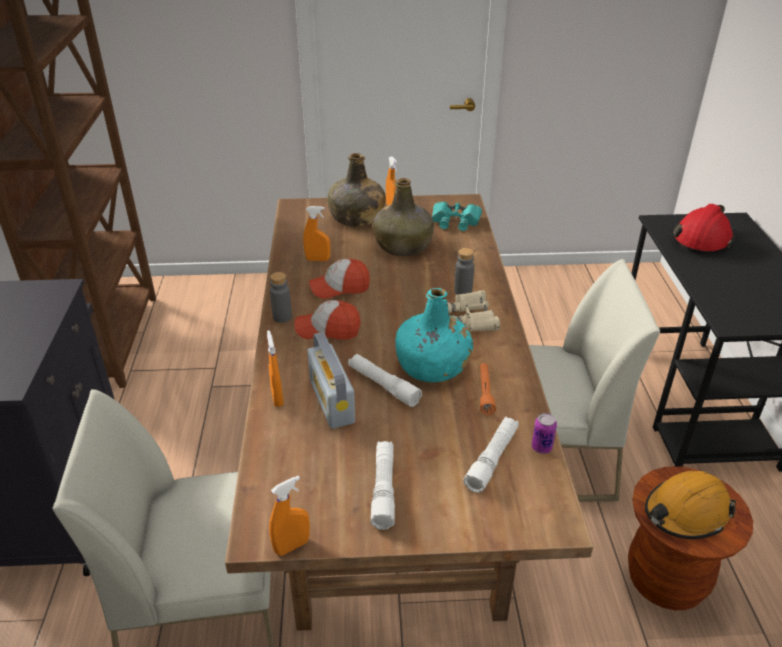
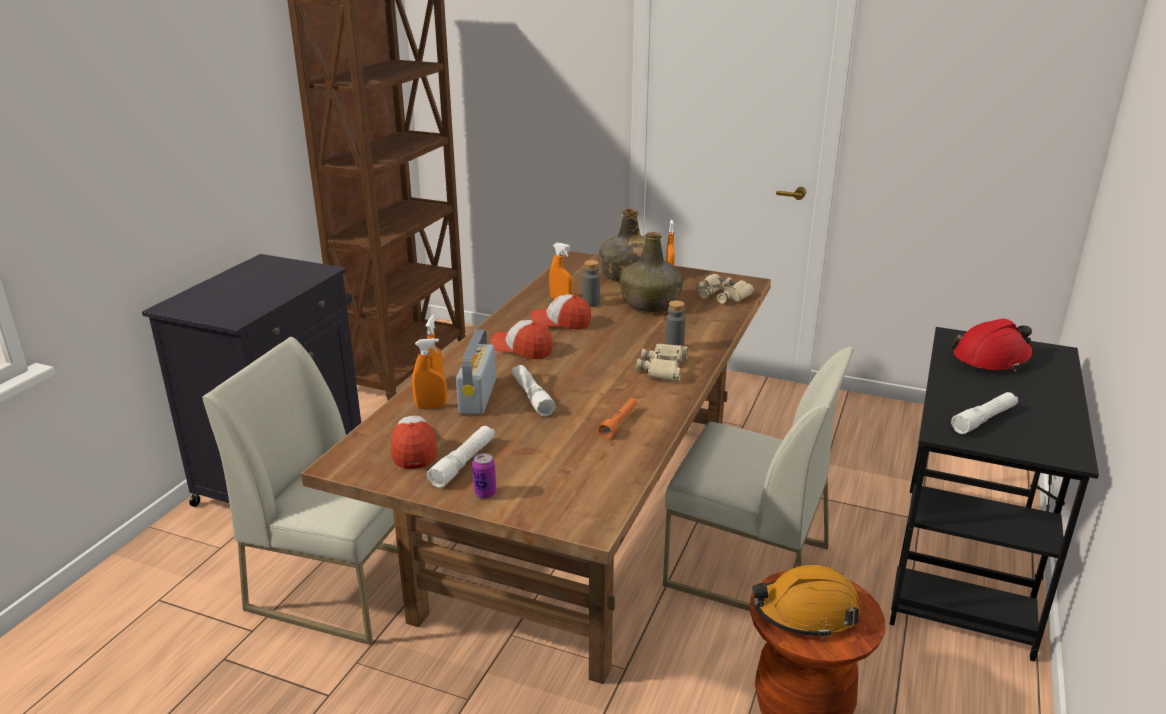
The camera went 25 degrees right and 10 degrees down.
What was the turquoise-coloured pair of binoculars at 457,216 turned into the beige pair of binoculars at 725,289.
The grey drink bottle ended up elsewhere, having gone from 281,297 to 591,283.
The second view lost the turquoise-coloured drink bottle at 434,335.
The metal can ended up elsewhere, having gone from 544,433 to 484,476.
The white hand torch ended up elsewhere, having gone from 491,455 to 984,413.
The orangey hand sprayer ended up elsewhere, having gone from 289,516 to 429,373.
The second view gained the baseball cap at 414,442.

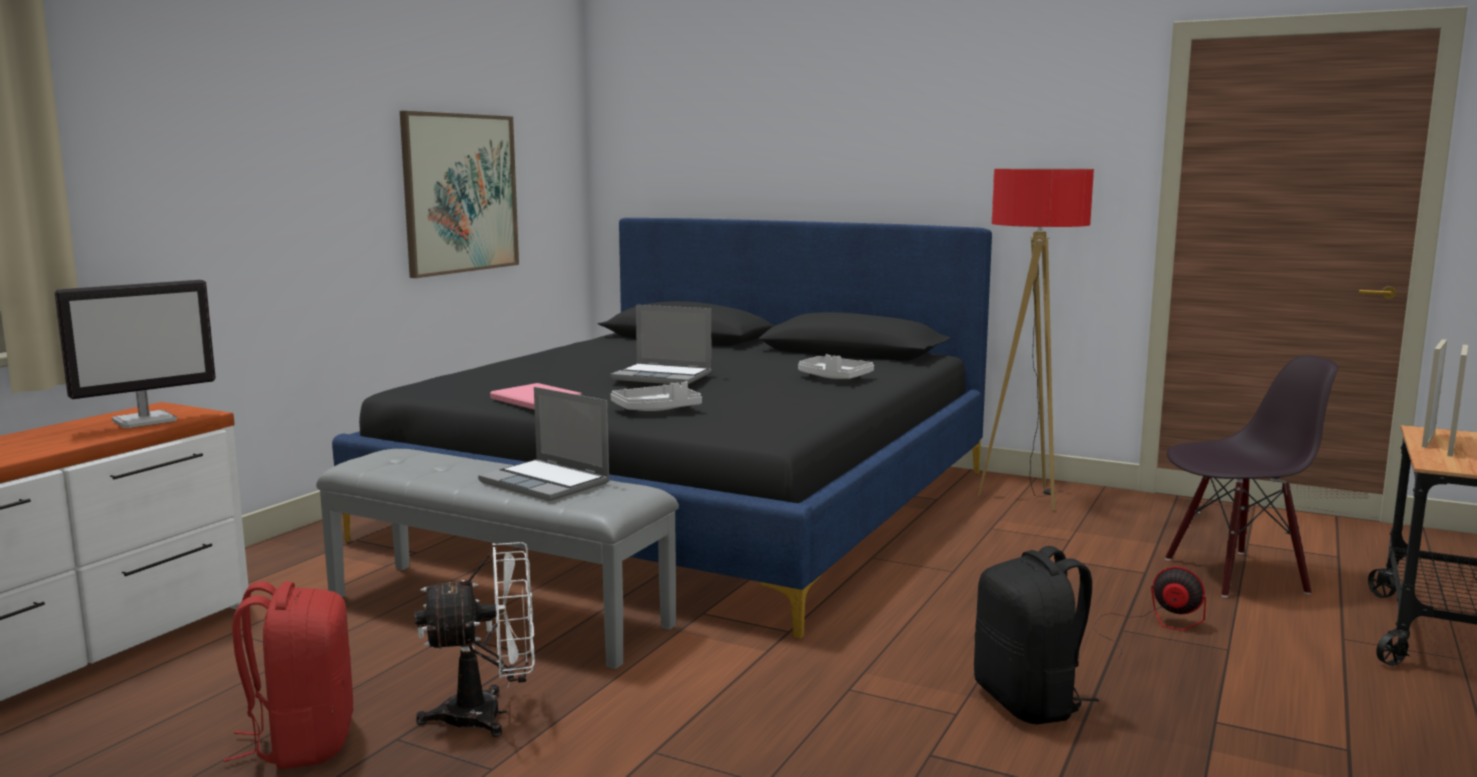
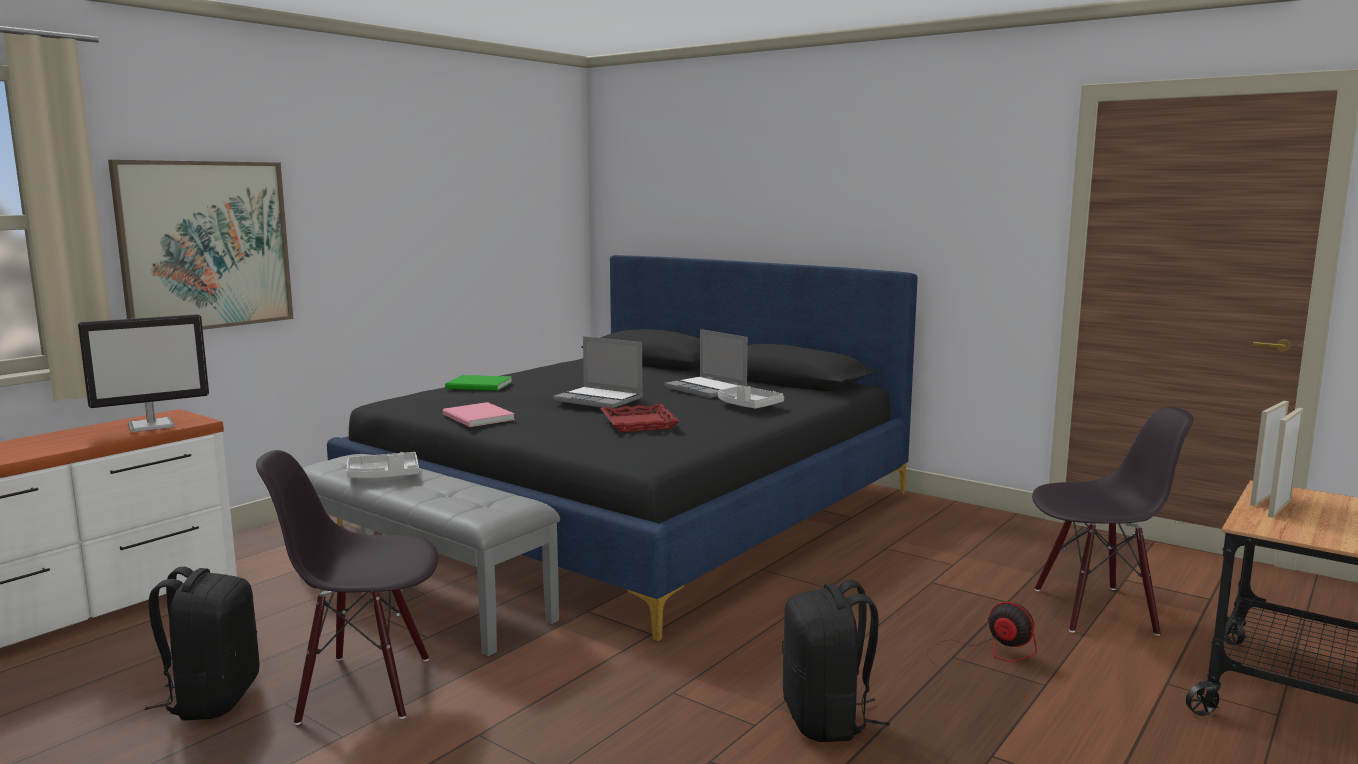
The camera went 10 degrees right and 0 degrees up.
The wall art ended up elsewhere, having gone from 459,194 to 200,245.
The second view lost the standing lamp at 1036,340.
The grey carrying tray ended up elsewhere, having gone from 656,396 to 383,465.
The portable computer ended up elsewhere, having gone from 544,444 to 706,363.
Where the white electric fan stood at 475,639, the blackish upright chair came to stand at 347,587.
What was the reddish backpack at 288,675 turned into the blackish backpack at 202,643.
The second view gained the green volume at 478,383.
The second view gained the reddish carrying tray at 640,418.

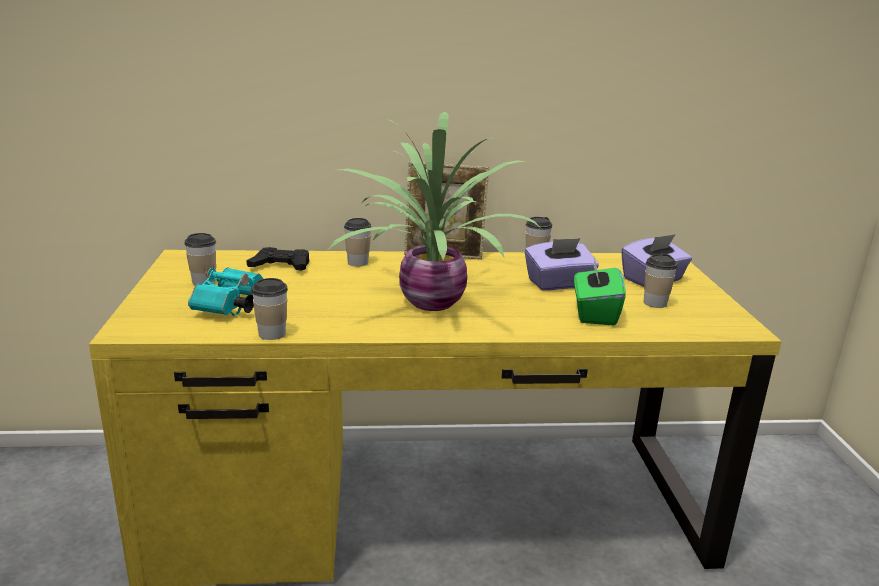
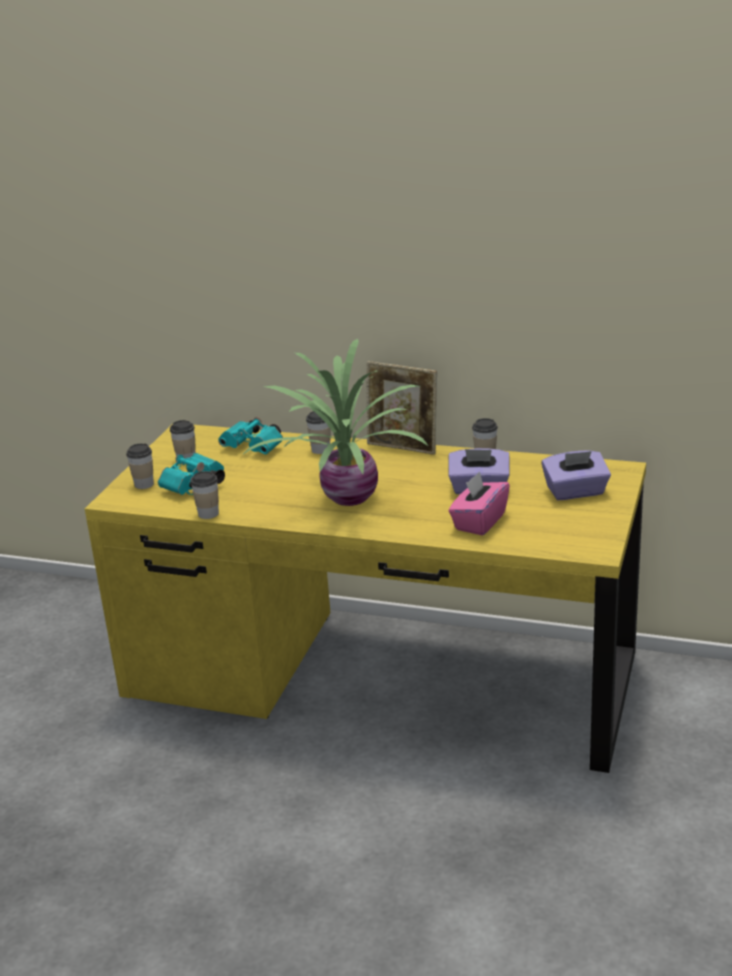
The camera went 25 degrees right and 5 degrees up.
Where the blackish gamepad stood at 277,259, the turquoise-coloured pair of binoculars came to stand at 250,435.
The cup ended up elsewhere, having gone from 661,280 to 140,466.
What was the green box of tissues at 600,291 turned into the pink box of tissues at 479,503.

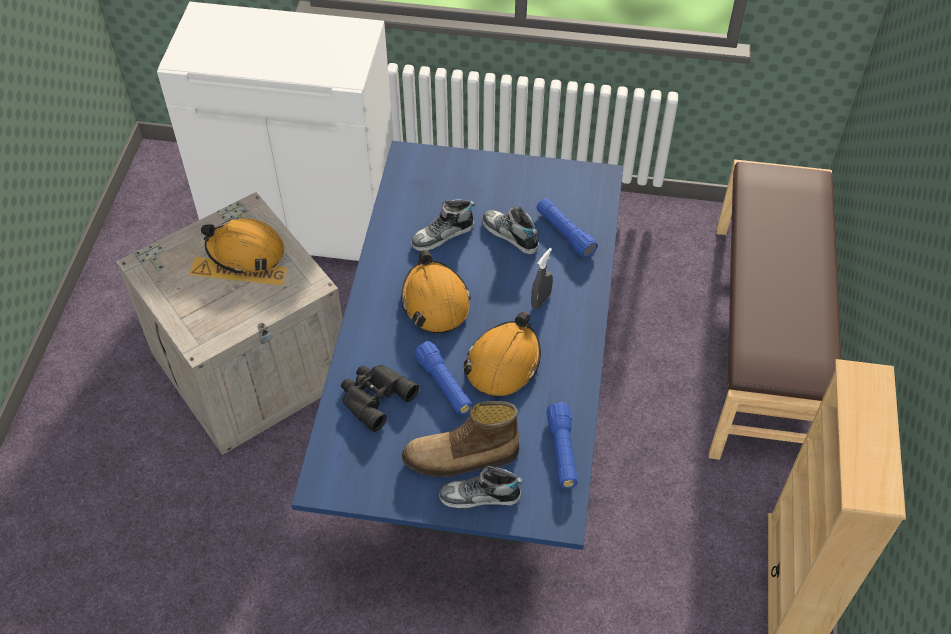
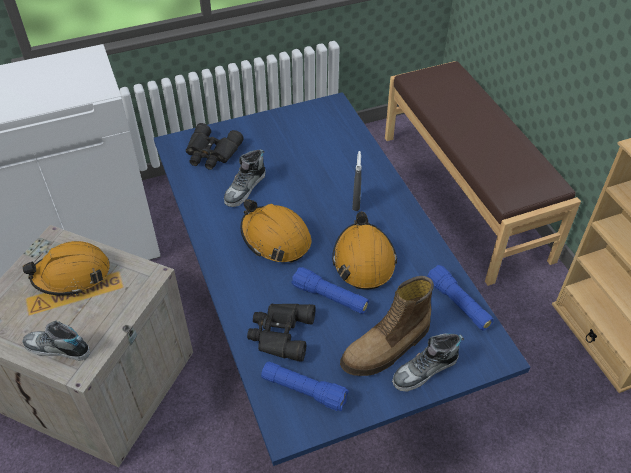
The camera went 30 degrees left and 5 degrees down.
The blue-coloured hand torch ended up elsewhere, having gone from 567,228 to 305,386.
The shoe ended up elsewhere, having gone from 510,231 to 56,341.
The second view gained the blackish pair of binoculars at 214,146.

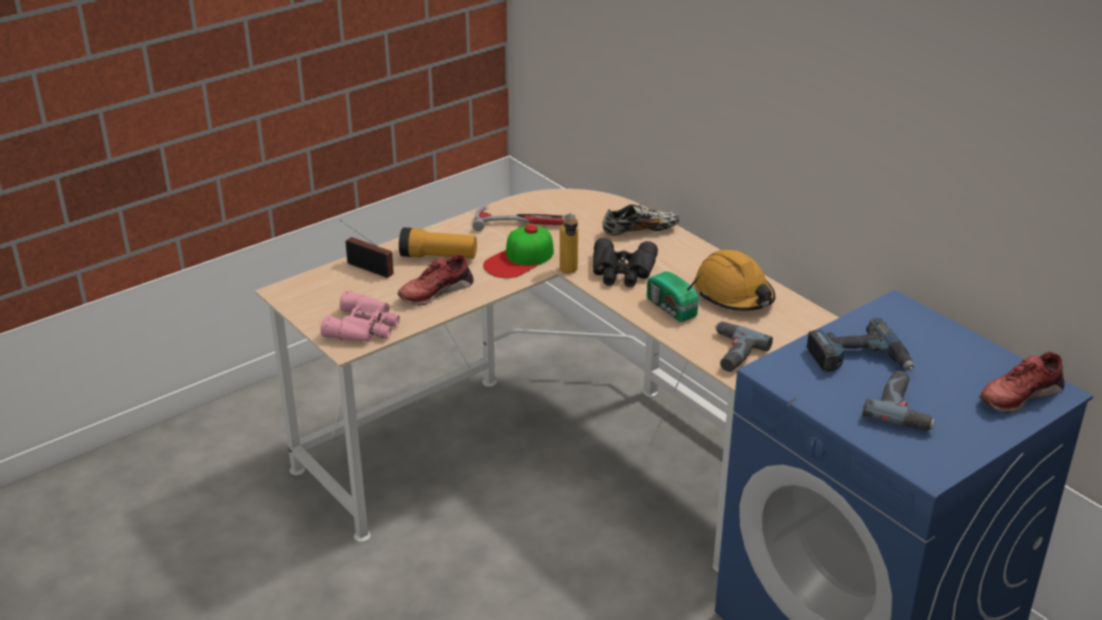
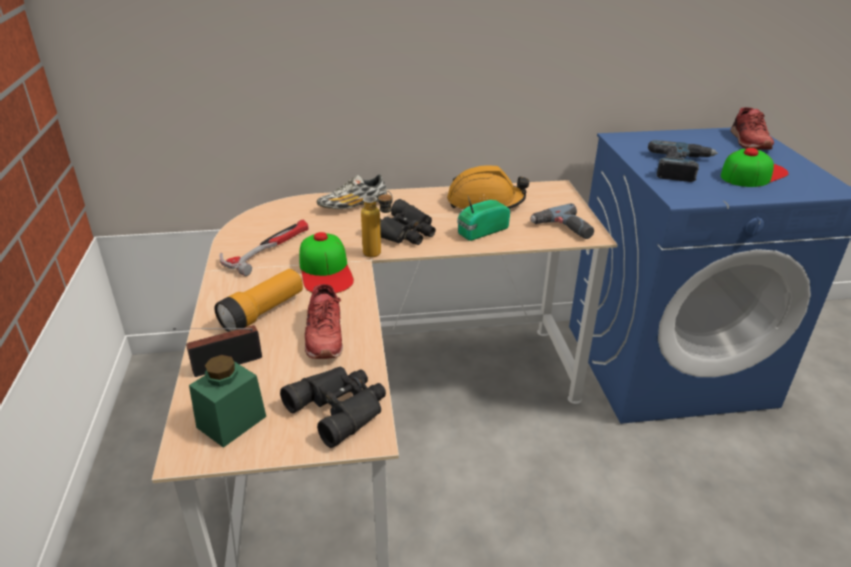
The camera went 60 degrees left and 0 degrees up.
The shoe at 641,220 ended up facing another way, 135 degrees counterclockwise from before.
The radio receiver at 676,296 ended up facing another way, 150 degrees clockwise from before.
What was the pink pair of binoculars at 360,316 turned into the blackish pair of binoculars at 333,407.
Where the drill stood at 899,401, the baseball cap came to stand at 755,167.
The second view gained the green preserve jar at 227,401.

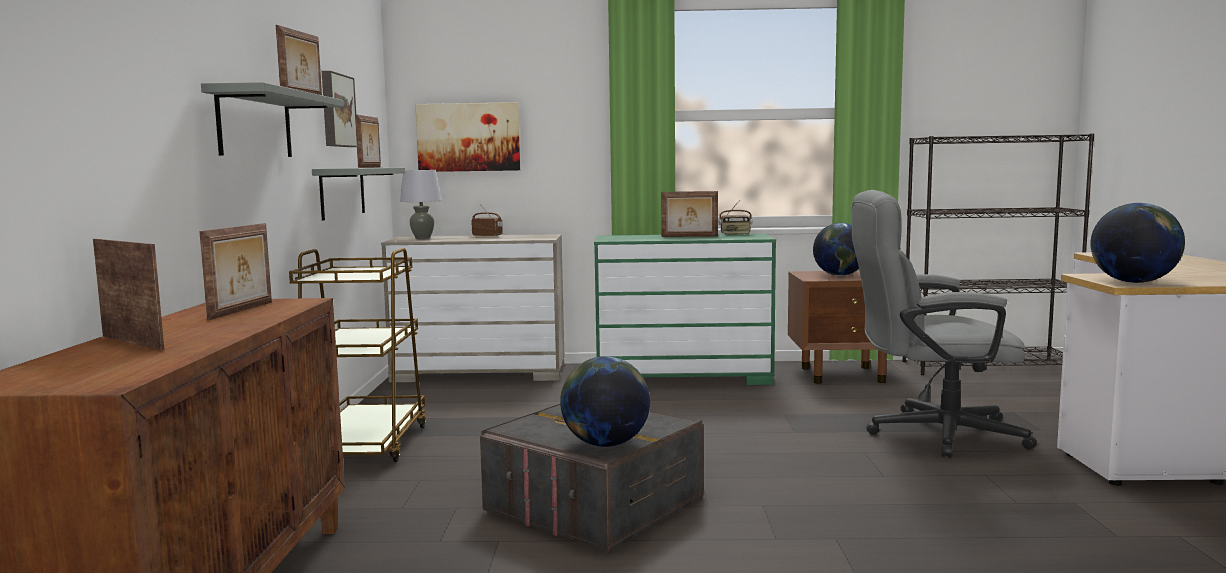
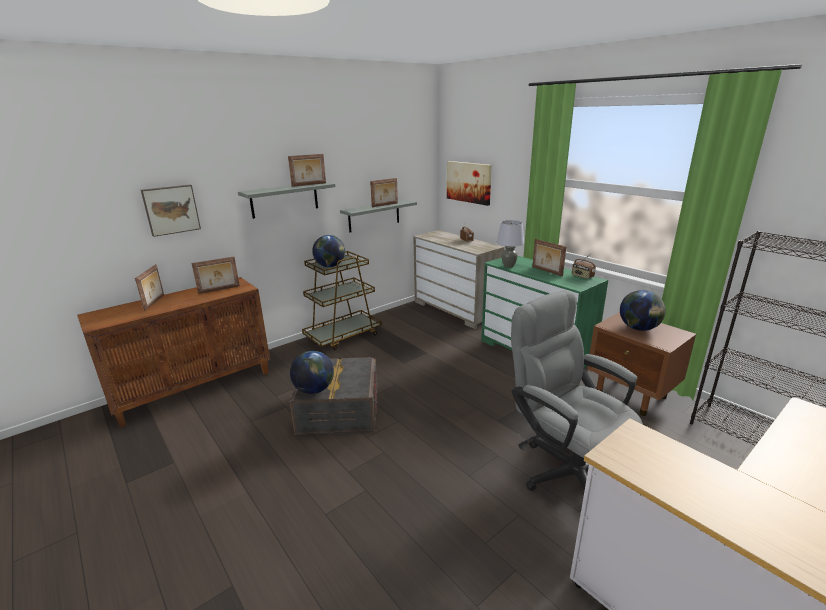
The camera went 50 degrees right and 15 degrees up.
The wall art ended up elsewhere, having gone from 339,109 to 171,211.
The grey lamp for a table ended up elsewhere, having gone from 421,204 to 510,244.
The globe ended up elsewhere, having gone from 1137,243 to 328,251.

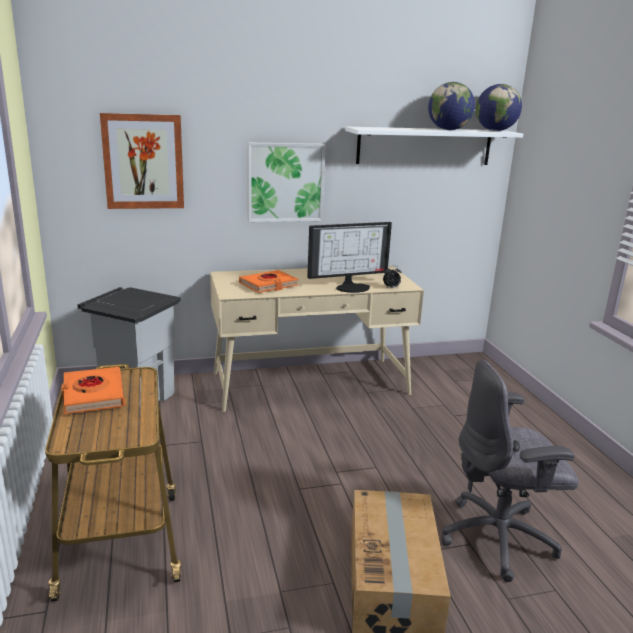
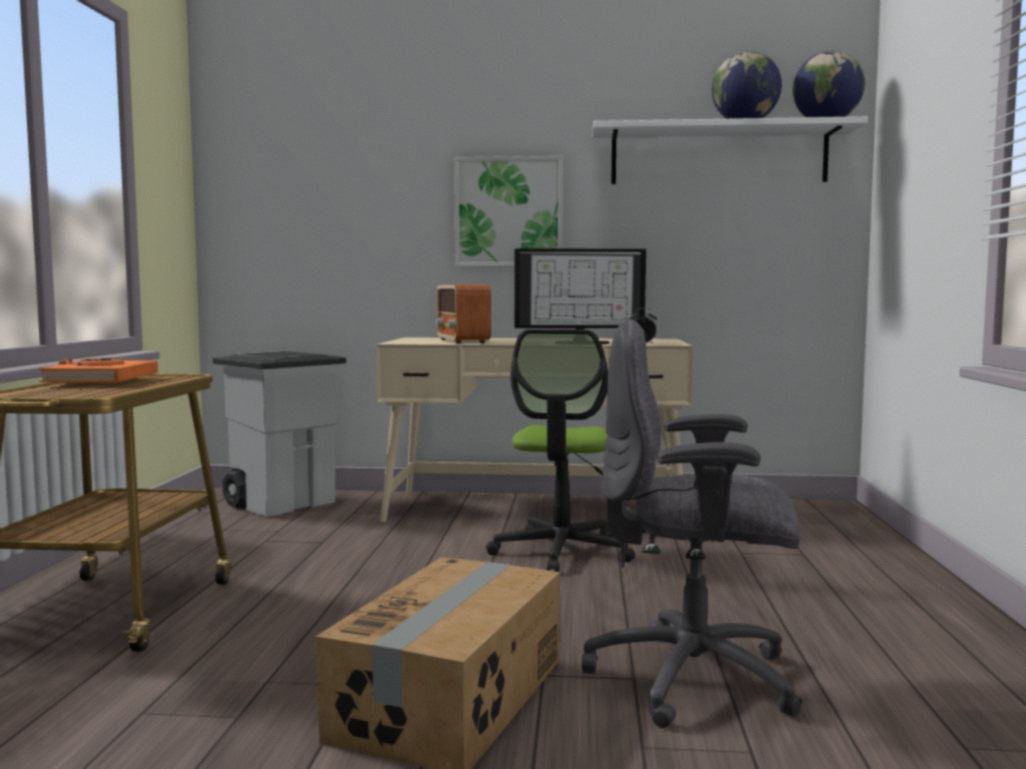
The camera went 20 degrees right and 15 degrees down.
The second view lost the wall art at 142,161.
Where the orangey volume stood at 268,281, the radio receiver came to stand at 463,314.
The second view gained the desk chair at 560,450.

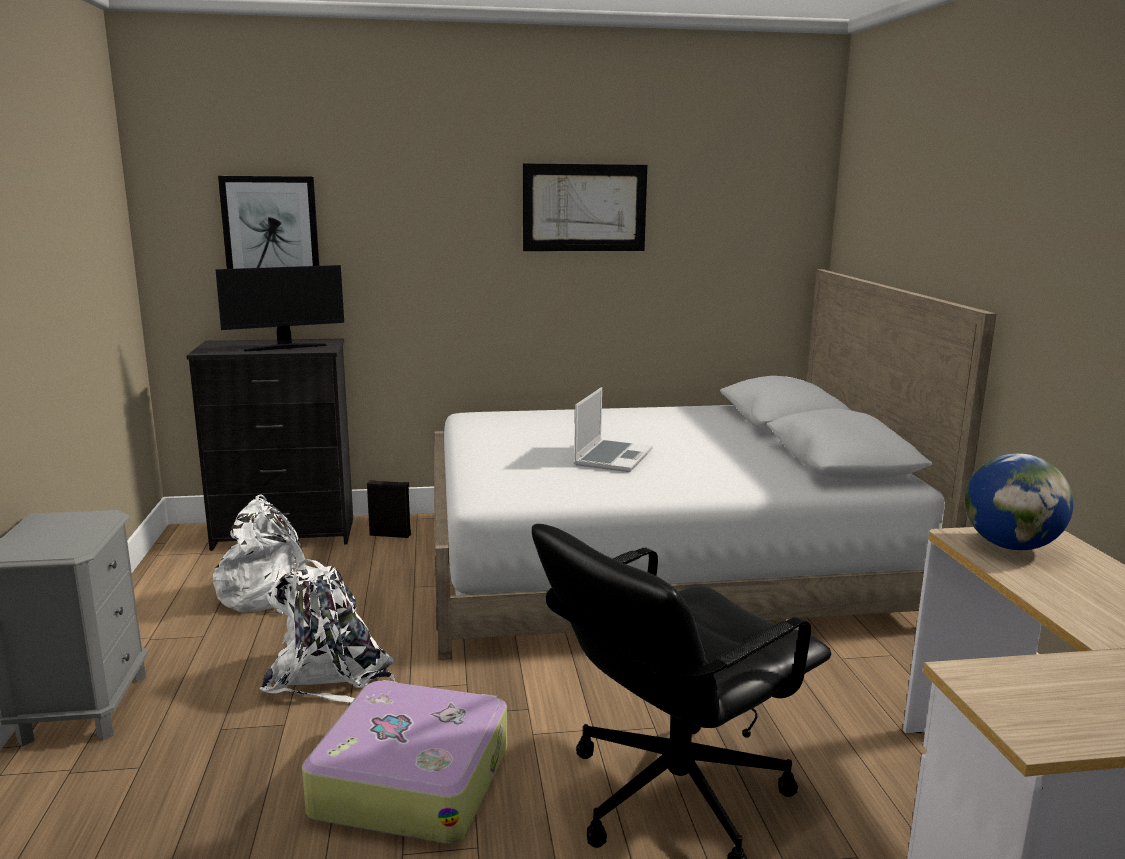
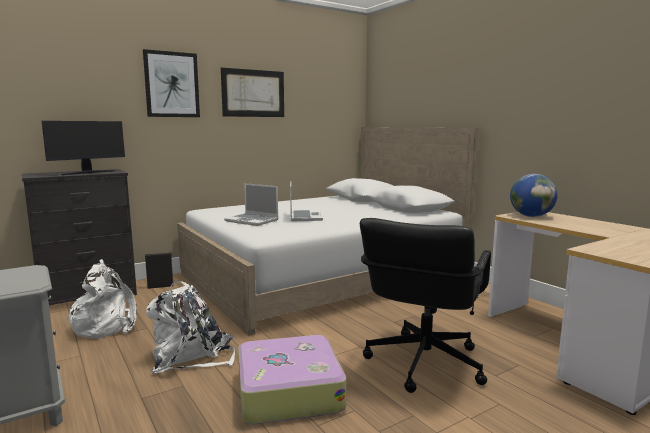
The camera went 25 degrees left and 5 degrees down.
The wall art ended up elsewhere, having gone from 268,222 to 171,83.
The second view gained the portable computer at 251,204.

